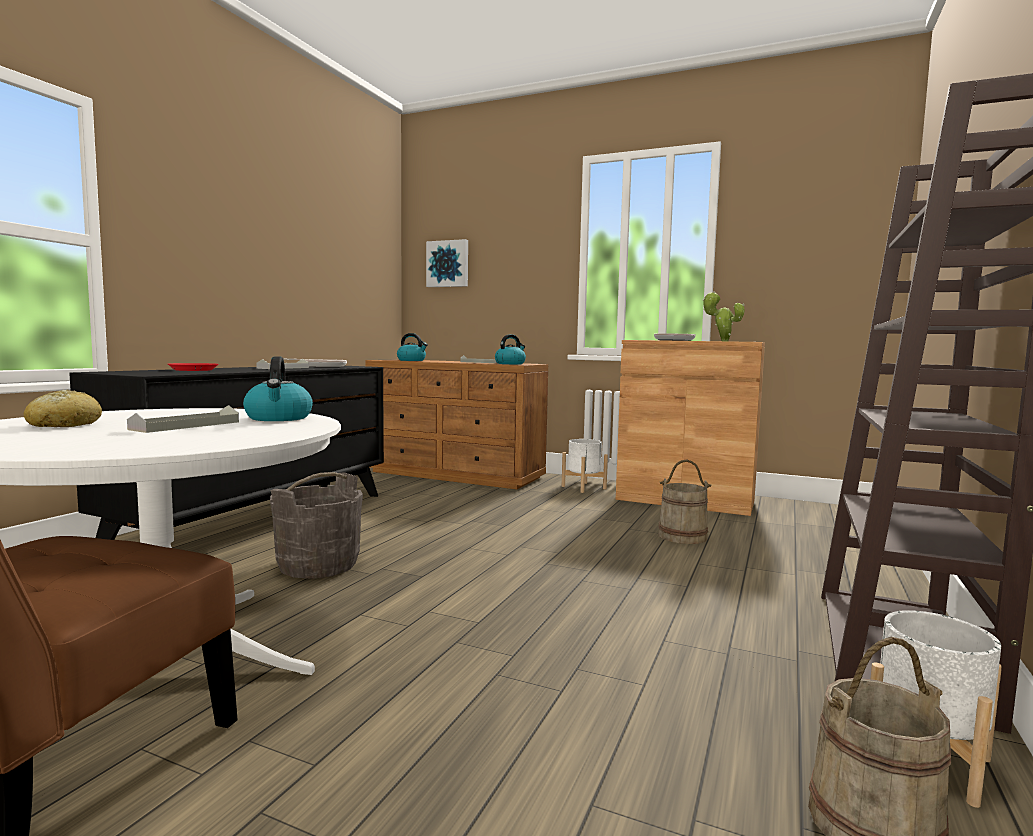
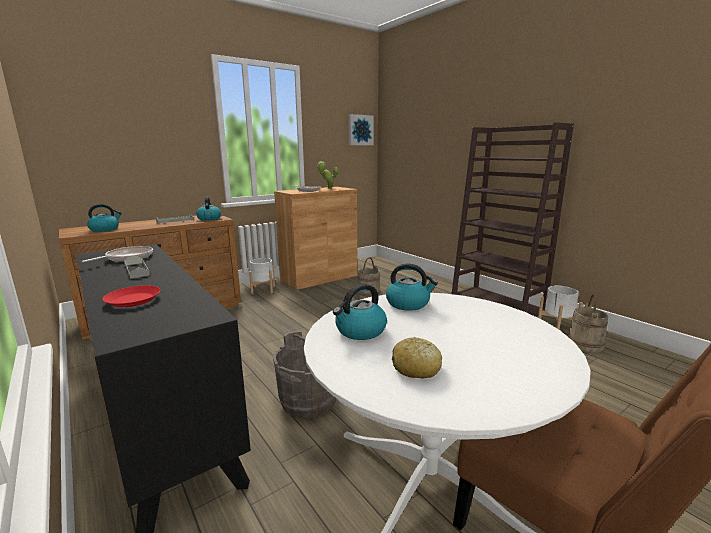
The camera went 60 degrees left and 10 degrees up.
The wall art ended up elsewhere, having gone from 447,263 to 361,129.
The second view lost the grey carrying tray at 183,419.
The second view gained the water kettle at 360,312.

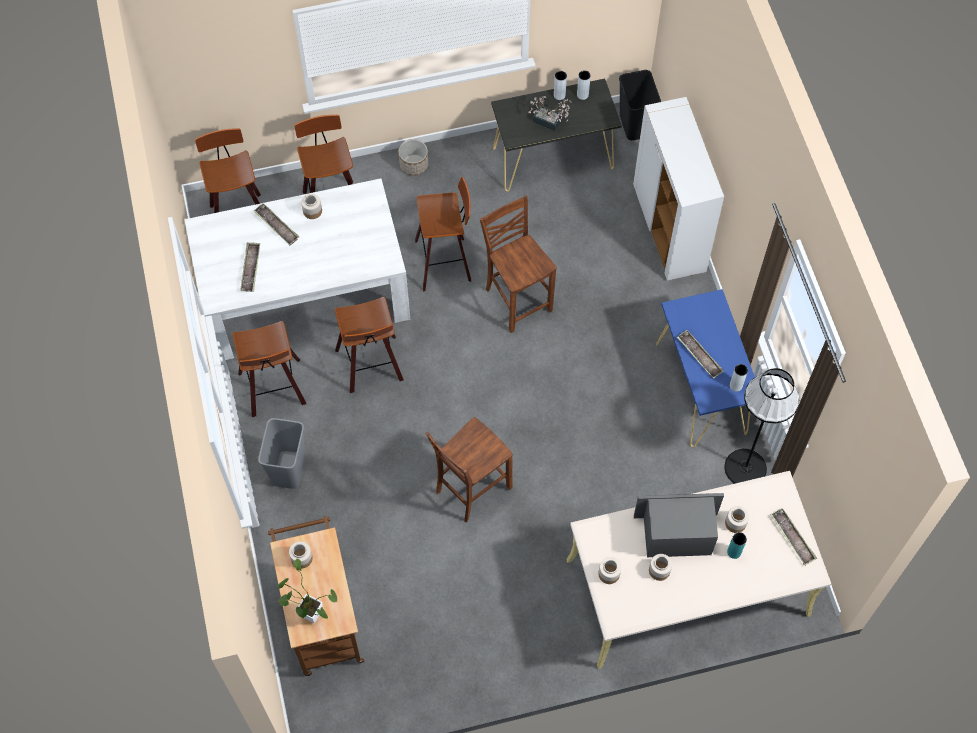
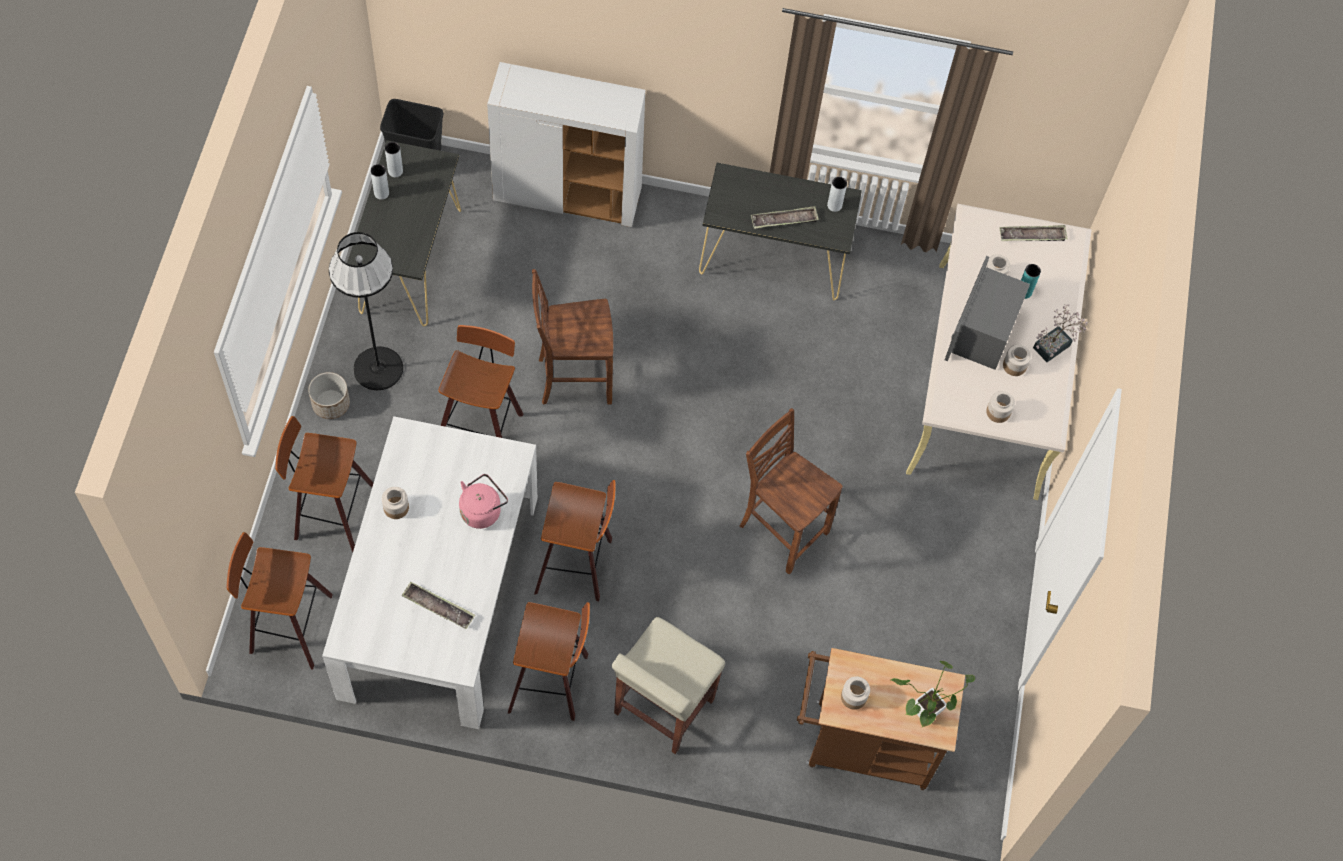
The camera went 70 degrees left and 0 degrees up.
The plant in a pot ended up elsewhere, having gone from 549,113 to 1060,333.
The second view lost the carrying tray at 276,224.
What was the blue-coloured console table at 705,368 turned into the blackish console table at 780,231.
The blackish standing lamp ended up elsewhere, having gone from 762,426 to 366,311.
The brown upright chair at 469,470 ended up facing another way, 150 degrees clockwise from before.
Where the grey trash can stood at 281,453, the beige stool came to stand at 668,685.
The second view gained the pink water kettle at 483,501.

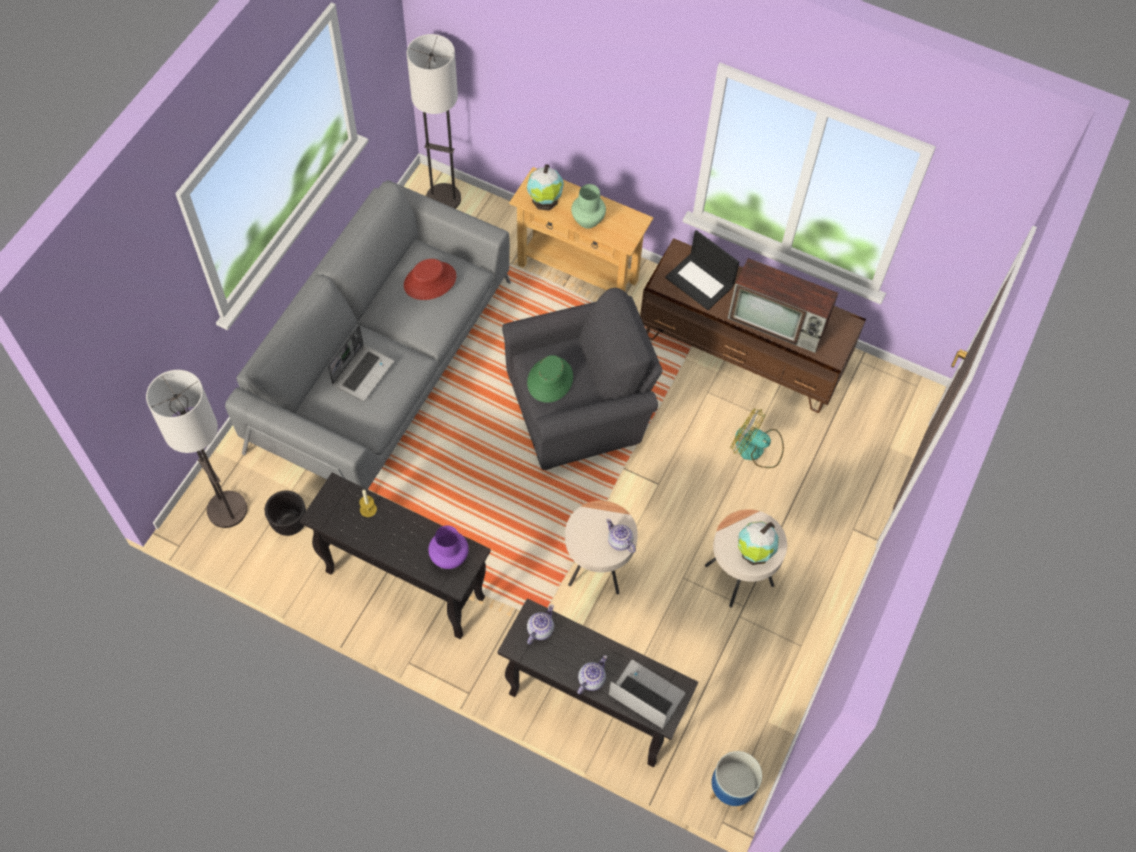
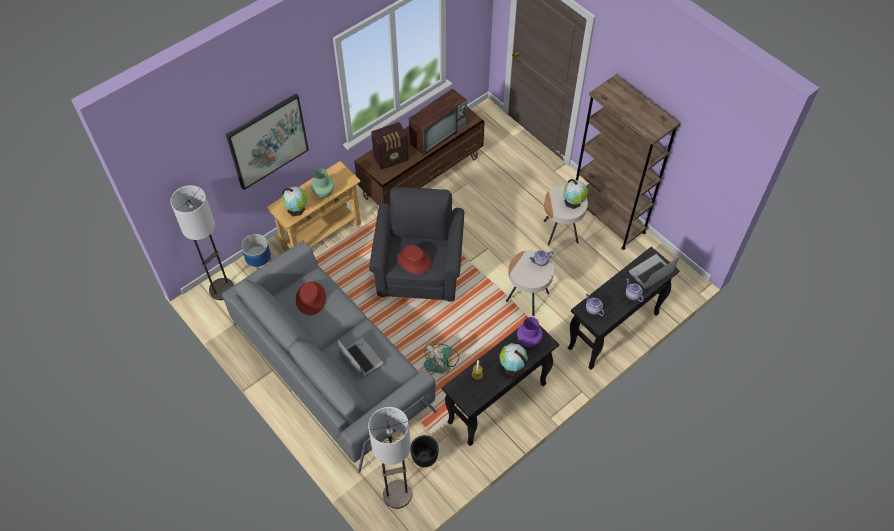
The camera went 65 degrees left and 5 degrees down.
Where the portable computer stood at 702,270, the radio receiver came to stand at 390,146.
What was the green clothing hat at 550,379 turned into the reddish clothing hat at 414,259.
The electric fan ended up elsewhere, having gone from 757,438 to 441,357.
The flower pot ended up elsewhere, having gone from 736,781 to 256,252.
The second view gained the brown shelving unit at 628,162.
The second view gained the wall art at 267,142.
The second view gained the globe at 513,359.

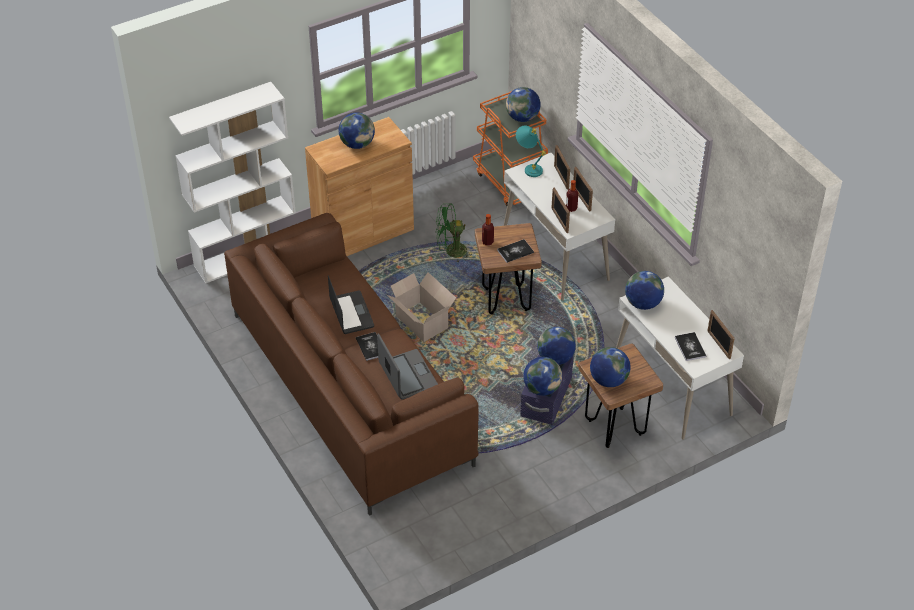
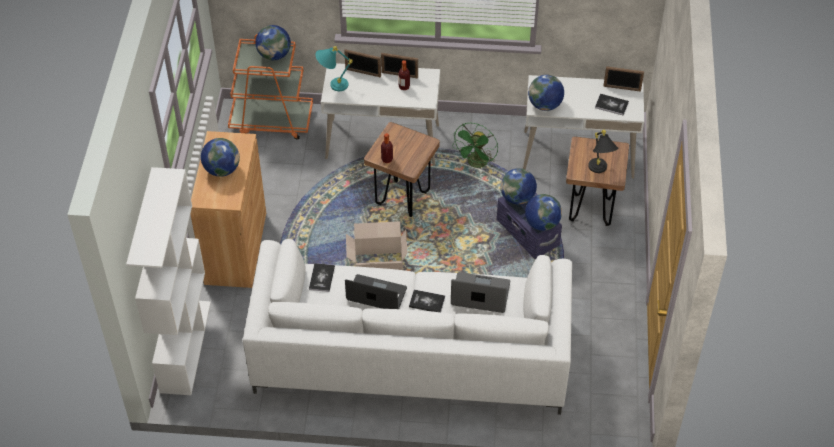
The camera went 55 degrees left and 5 degrees up.
The second view lost the picture frame at 560,210.
The green electric fan ended up elsewhere, having gone from 454,232 to 475,145.
What was the brown settee at 351,364 turned into the white settee at 407,327.
The volume ended up elsewhere, having gone from 515,251 to 322,277.
Where the globe stood at 610,367, the blackish lamp for a table came to stand at 603,151.

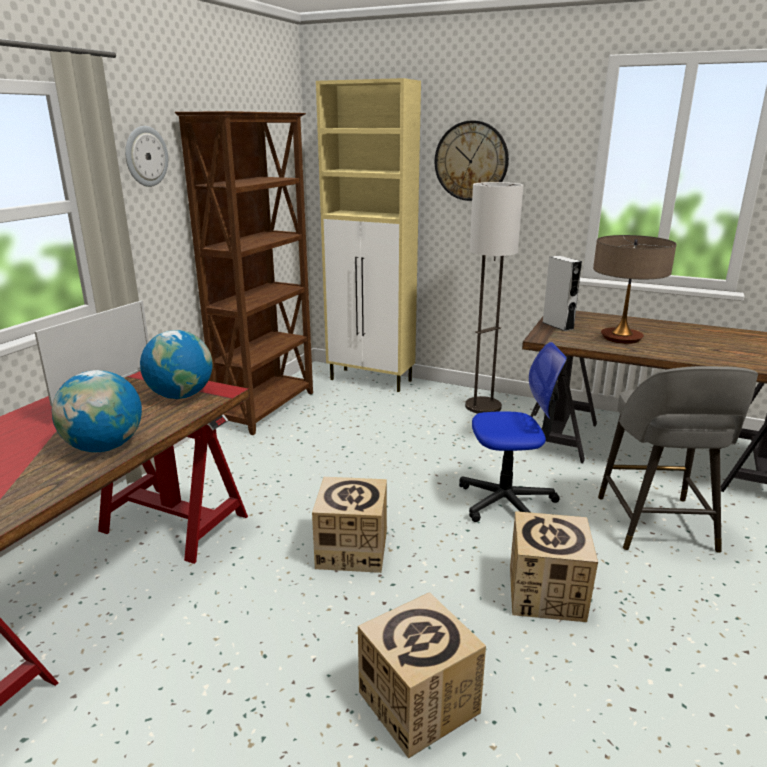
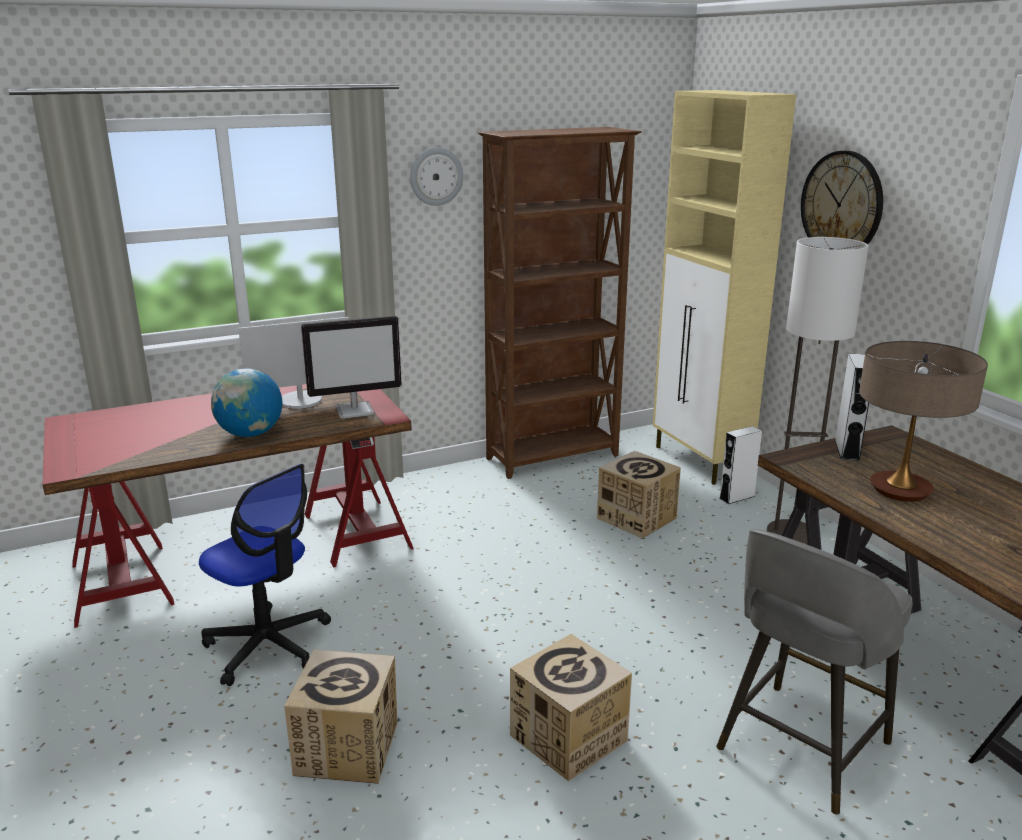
The camera went 40 degrees right and 0 degrees up.
Where the globe stood at 176,364, the monitor came to stand at 351,367.
The desk chair ended up elsewhere, having gone from 513,432 to 265,575.
The cardboard box ended up elsewhere, having gone from 349,525 to 639,495.
The second view gained the white audio speaker at 740,465.

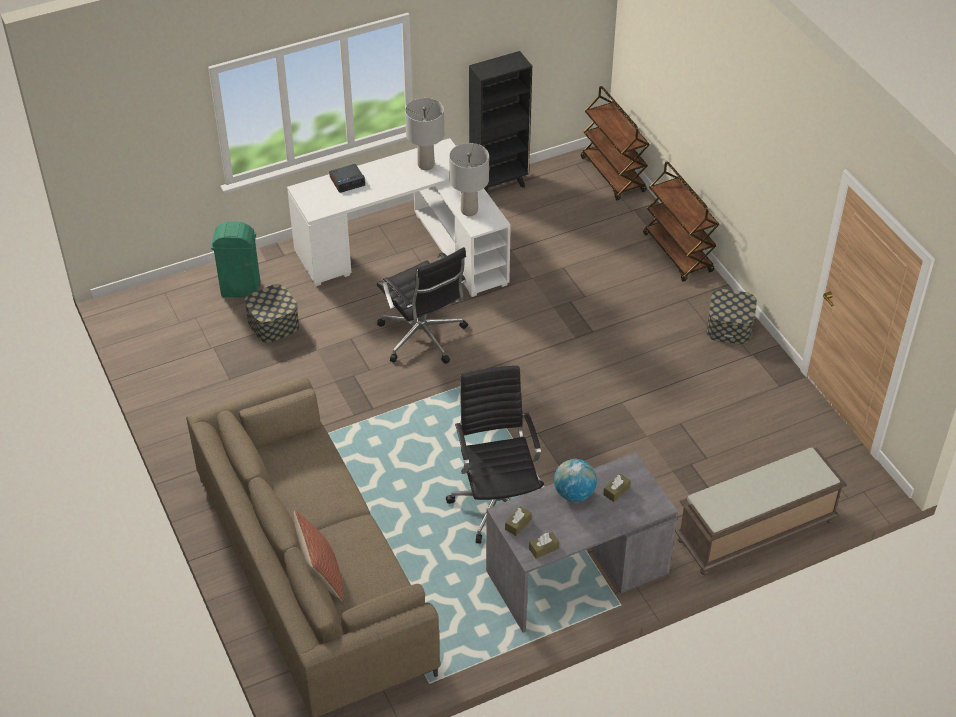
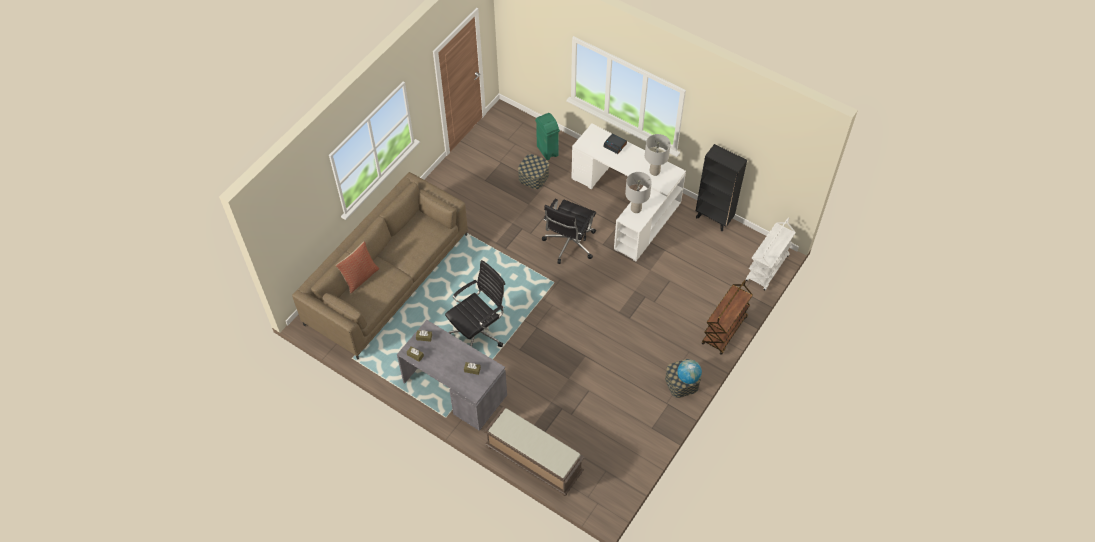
The camera went 60 degrees right and 10 degrees up.
What was the brown cart at 615,143 turned into the white cart at 771,254.
The globe ended up elsewhere, having gone from 575,480 to 689,372.

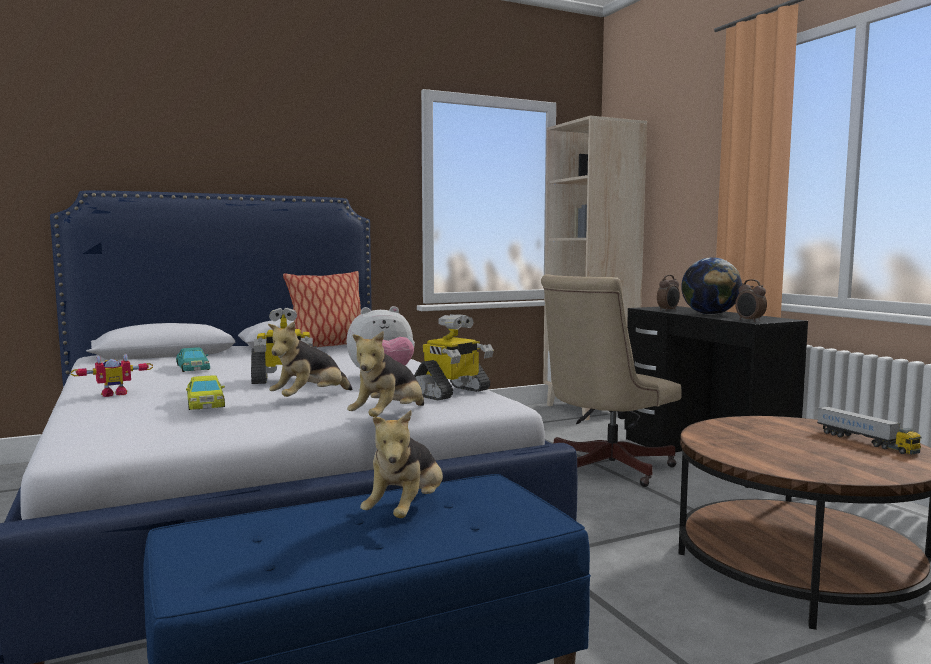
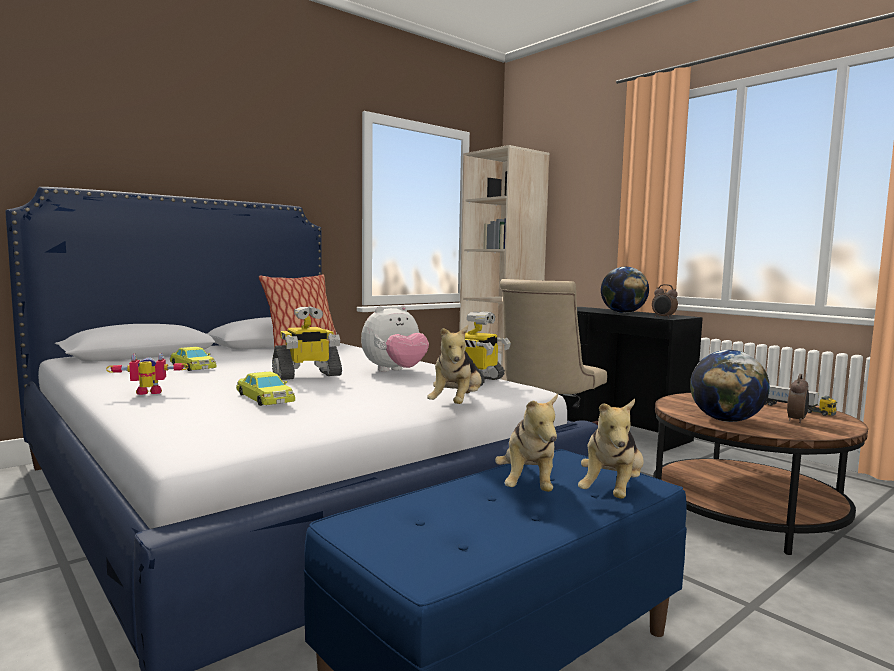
The camera went 15 degrees left and 0 degrees up.
The alarm clock ended up elsewhere, having gone from 668,293 to 798,398.
The cuddly toy ended up elsewhere, having gone from 310,359 to 611,449.
What was the turquoise-coloured toy car at 193,359 turned into the yellow toy car at 193,359.
The model robot at 112,375 ended up facing another way, 150 degrees counterclockwise from before.
The second view gained the globe at 730,386.

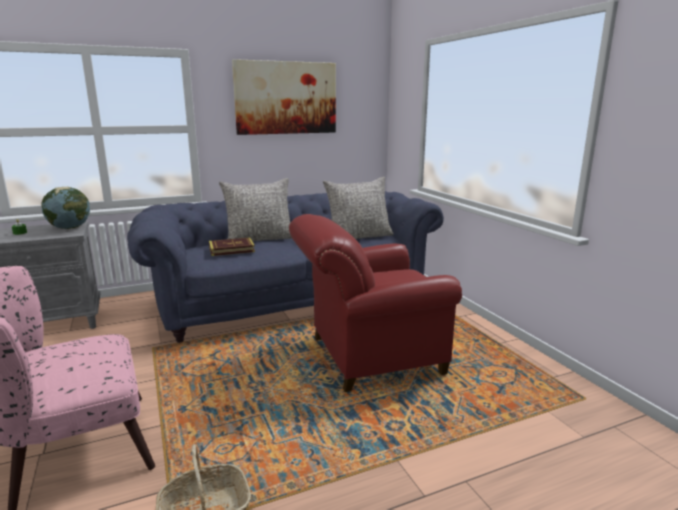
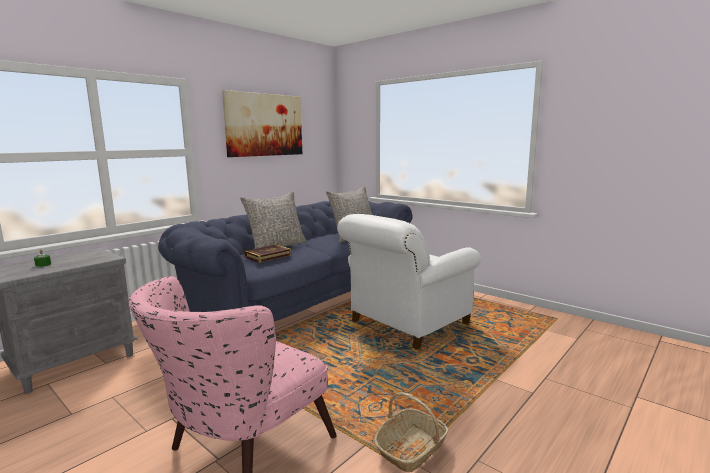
The camera went 25 degrees left and 5 degrees down.
The second view lost the globe at 65,208.
What was the reddish easy chair at 375,303 turned into the white easy chair at 409,281.

